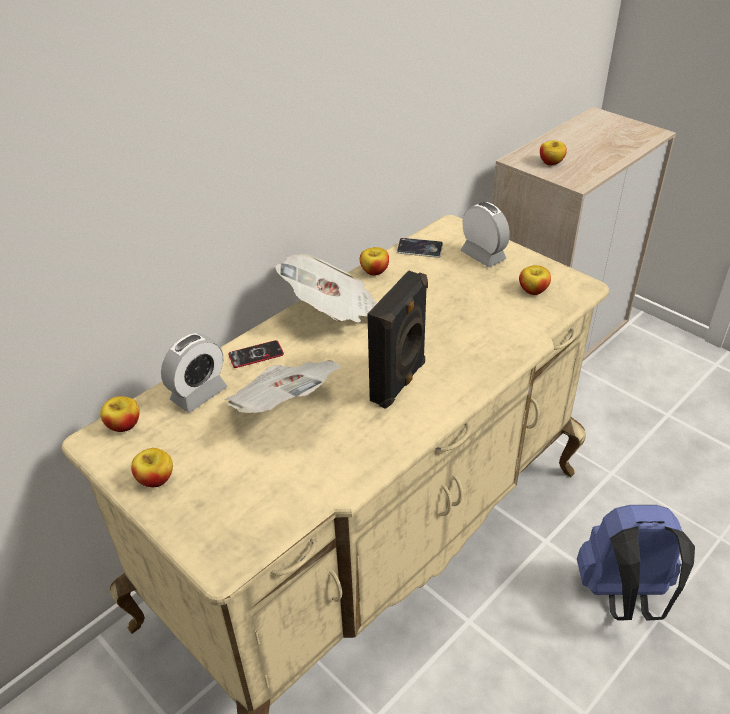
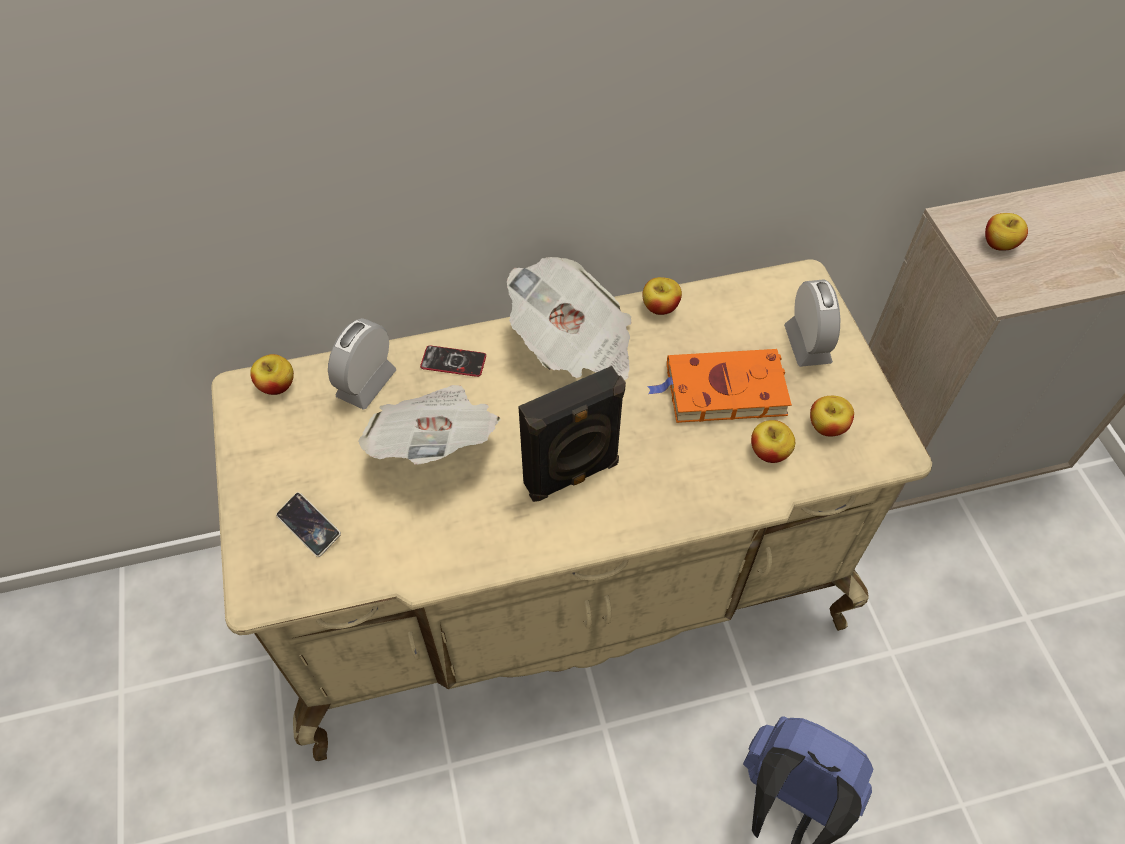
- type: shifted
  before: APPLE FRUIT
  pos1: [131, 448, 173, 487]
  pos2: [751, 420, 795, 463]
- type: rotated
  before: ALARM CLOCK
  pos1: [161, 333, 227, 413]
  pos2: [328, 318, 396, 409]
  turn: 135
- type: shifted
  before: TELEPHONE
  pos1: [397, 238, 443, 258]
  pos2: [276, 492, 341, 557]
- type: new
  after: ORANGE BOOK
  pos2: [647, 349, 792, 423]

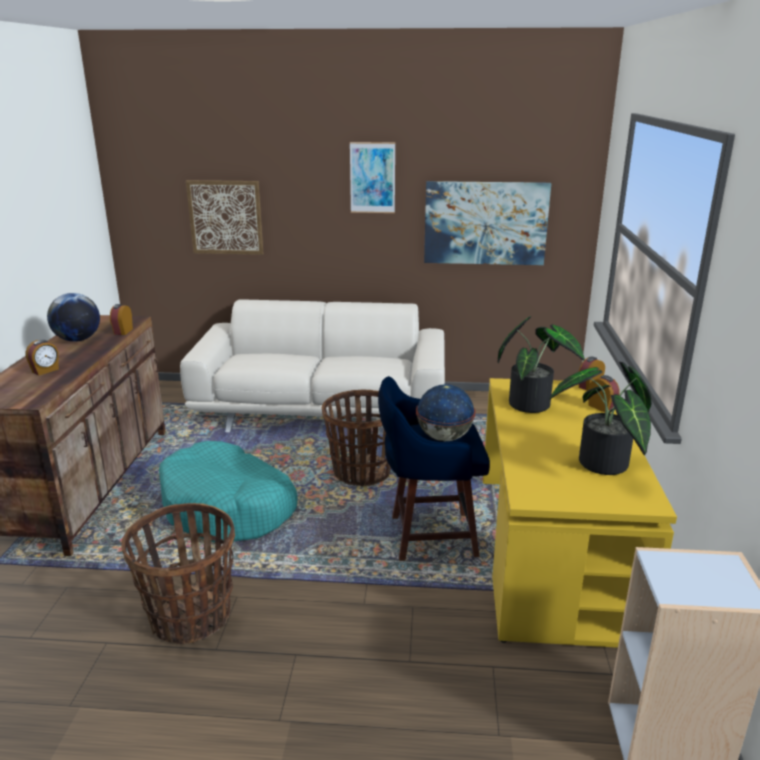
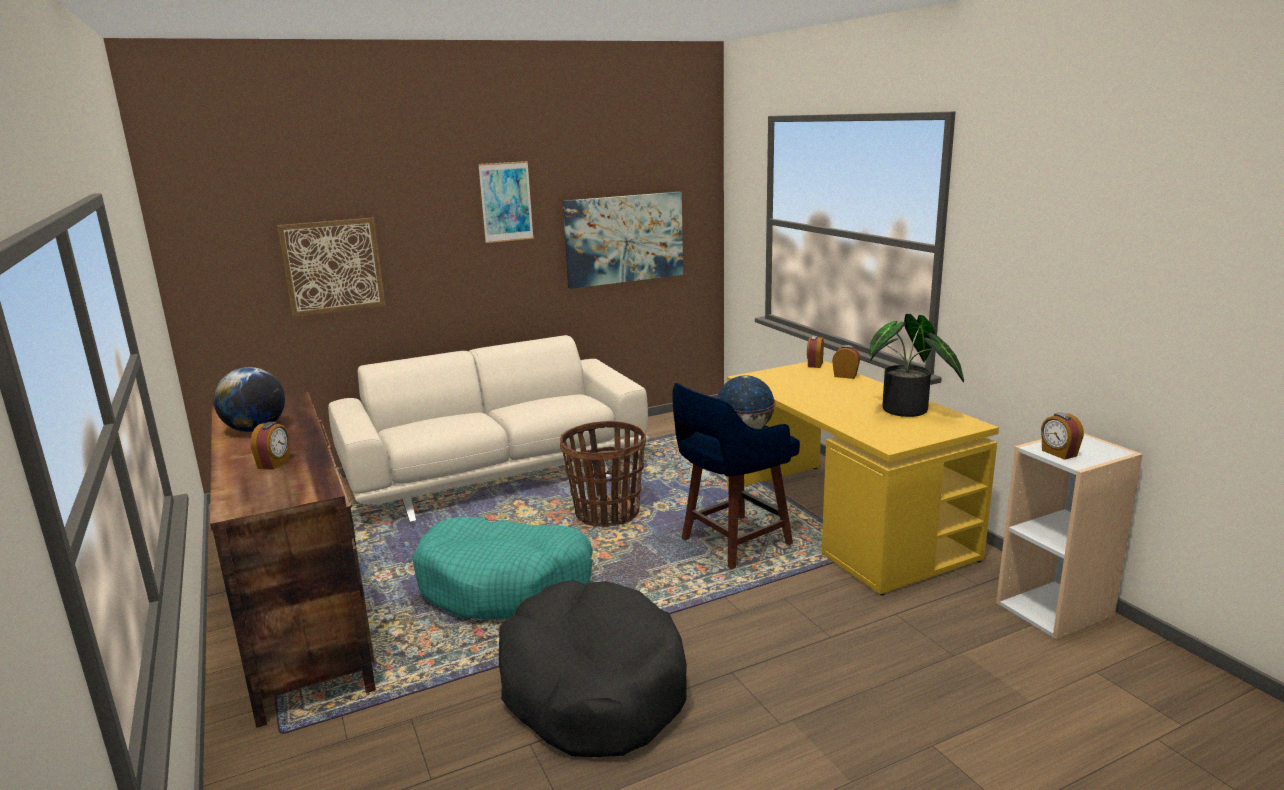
- type: shifted
  before: ALARM CLOCK
  pos1: [110, 304, 133, 335]
  pos2: [1041, 413, 1084, 460]
- type: swapped
  before: BASKET
  after: BLACKISH DOG CUSHION
  pos1: [121, 503, 235, 644]
  pos2: [499, 580, 687, 757]
- type: gone
  before: HOUSEPLANT
  pos1: [498, 316, 585, 413]

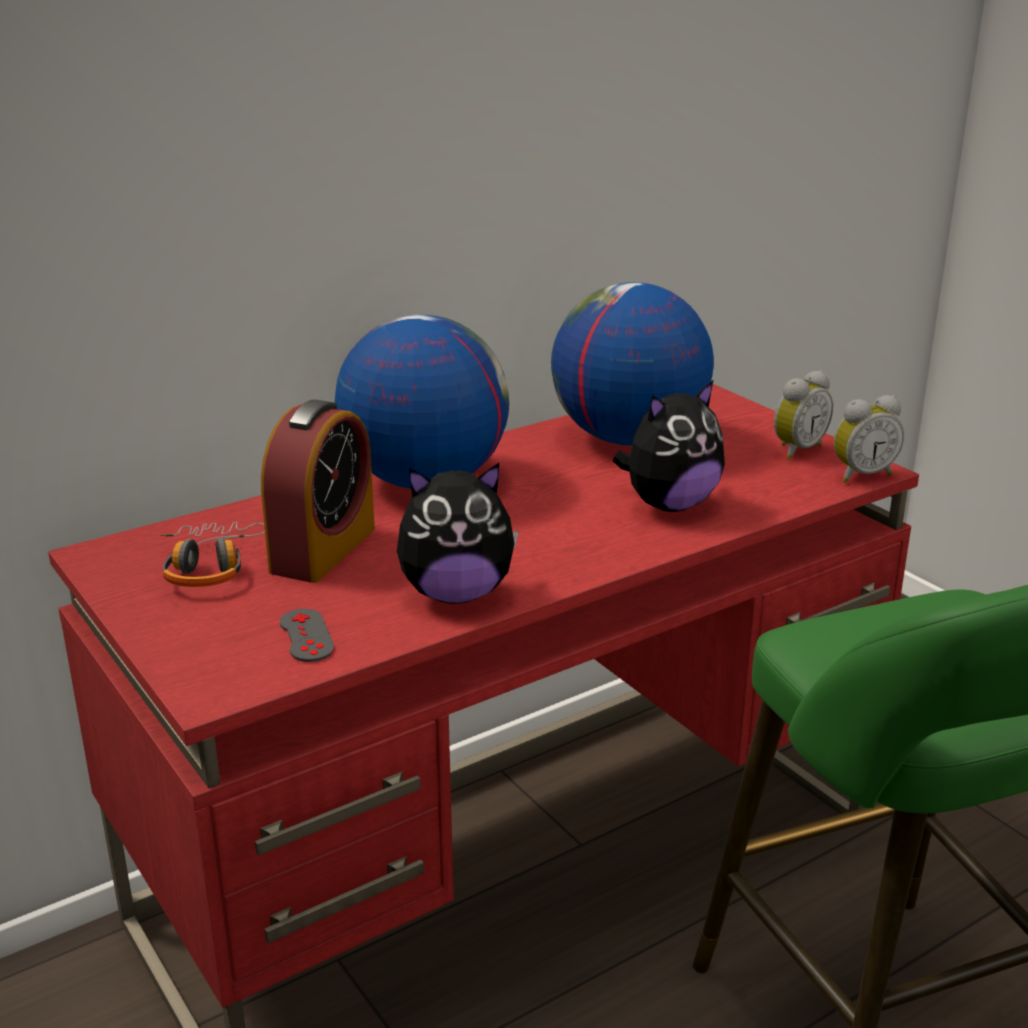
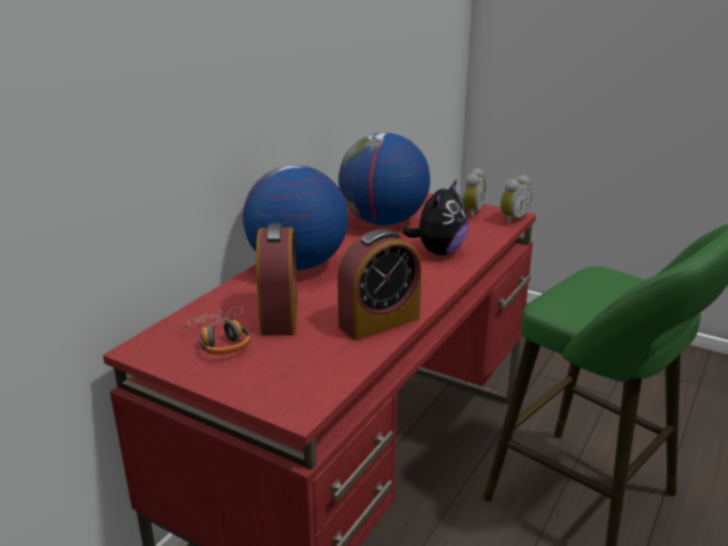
- type: gone
  before: GRAY GAME CONTROLLER
  pos1: [280, 609, 334, 662]
- type: swapped
  before: SOFT TOY
  after: ALARM CLOCK
  pos1: [397, 463, 519, 604]
  pos2: [337, 229, 422, 340]

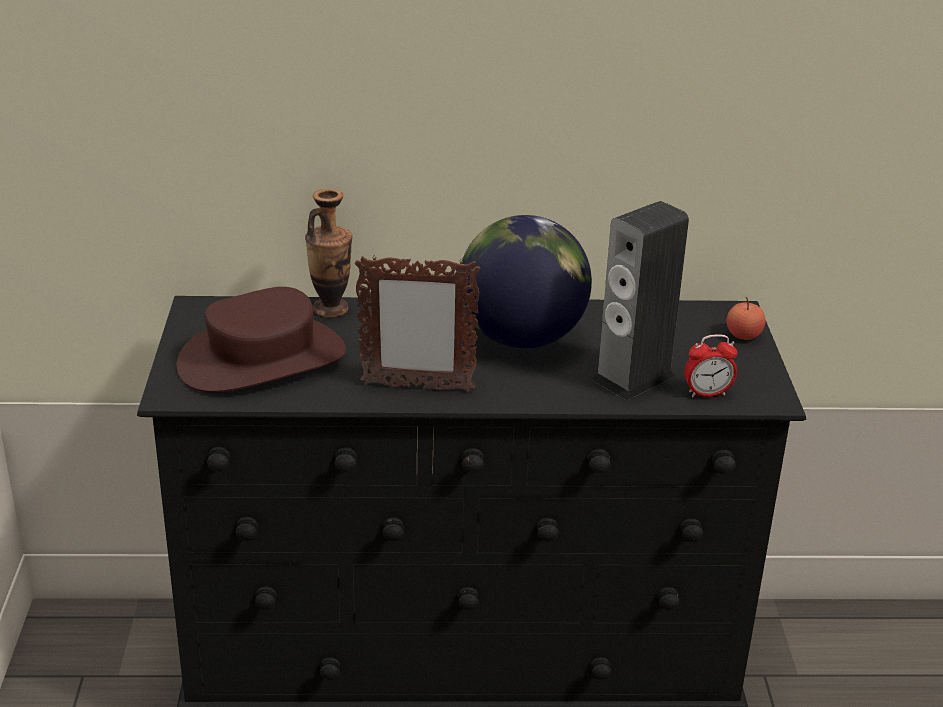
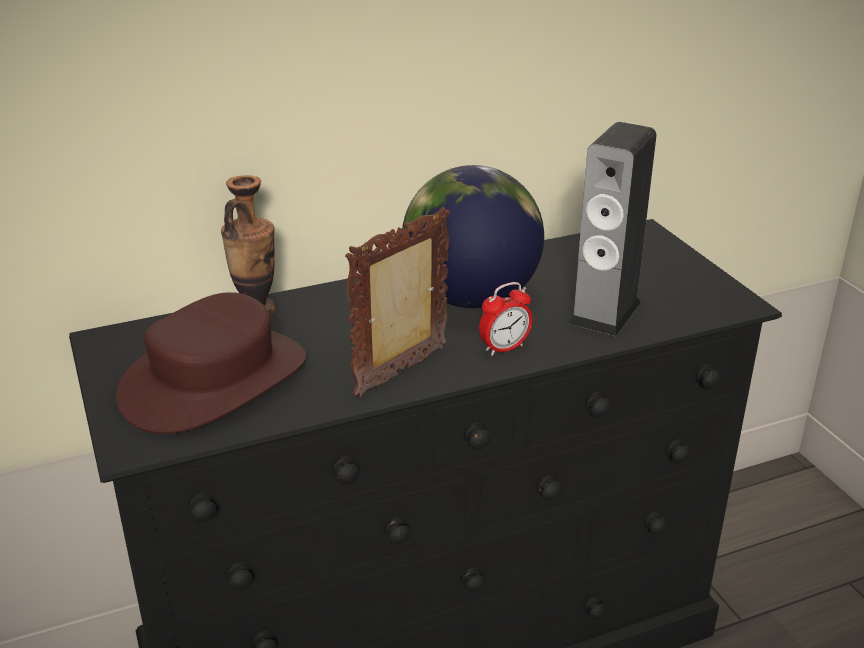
- type: rotated
  before: STANDING FRAME
  pos1: [355, 256, 480, 392]
  pos2: [345, 207, 450, 397]
  turn: 150
- type: shifted
  before: ALARM CLOCK
  pos1: [684, 334, 738, 398]
  pos2: [479, 282, 533, 356]
- type: gone
  before: APPLE FRUIT
  pos1: [727, 297, 766, 340]

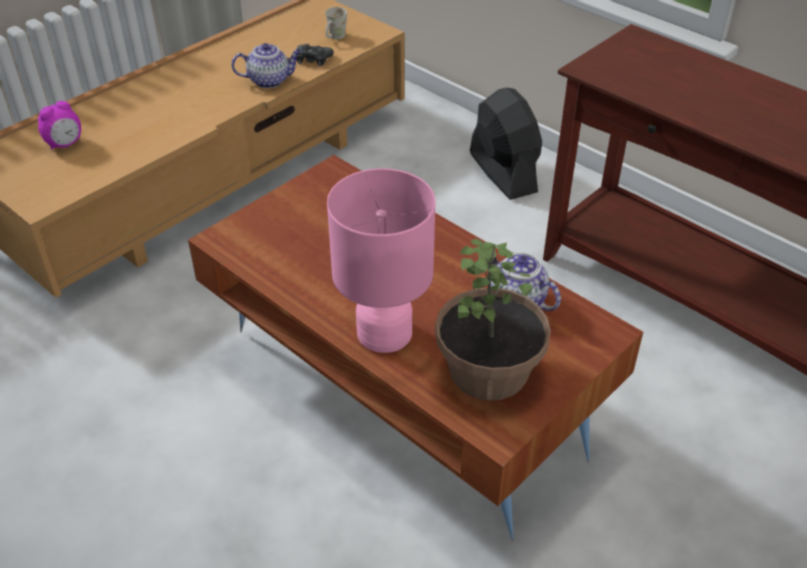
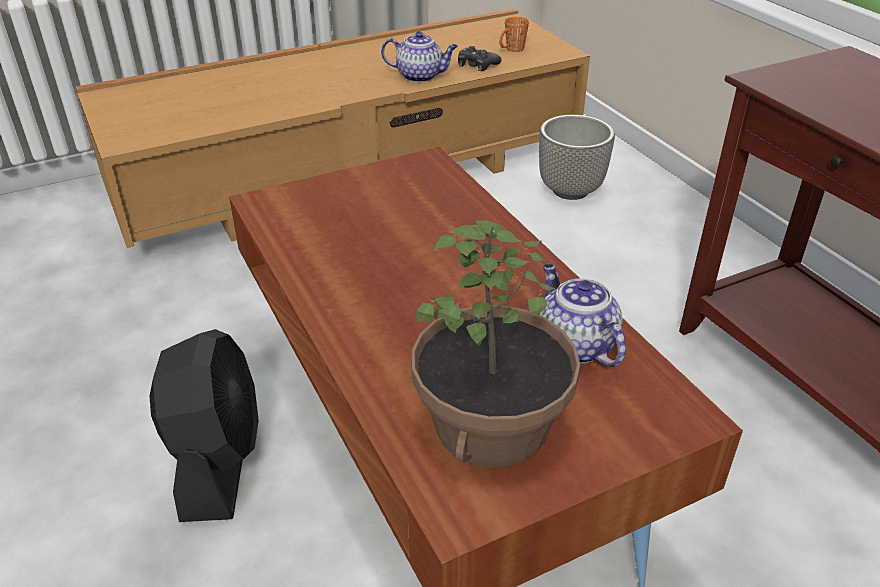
- type: gone
  before: ALARM CLOCK
  pos1: [38, 101, 81, 149]
- type: repainted
  before: WHITISH MUG
  after: ORANGE MUG
  pos1: [325, 7, 347, 39]
  pos2: [499, 17, 529, 52]
- type: gone
  before: PINKISH TABLE LAMP
  pos1: [327, 168, 435, 353]
- type: shifted
  before: BLACKISH COOLING FAN
  pos1: [470, 87, 542, 200]
  pos2: [149, 329, 259, 522]
- type: new
  after: PLANT POT
  pos2: [539, 114, 615, 200]

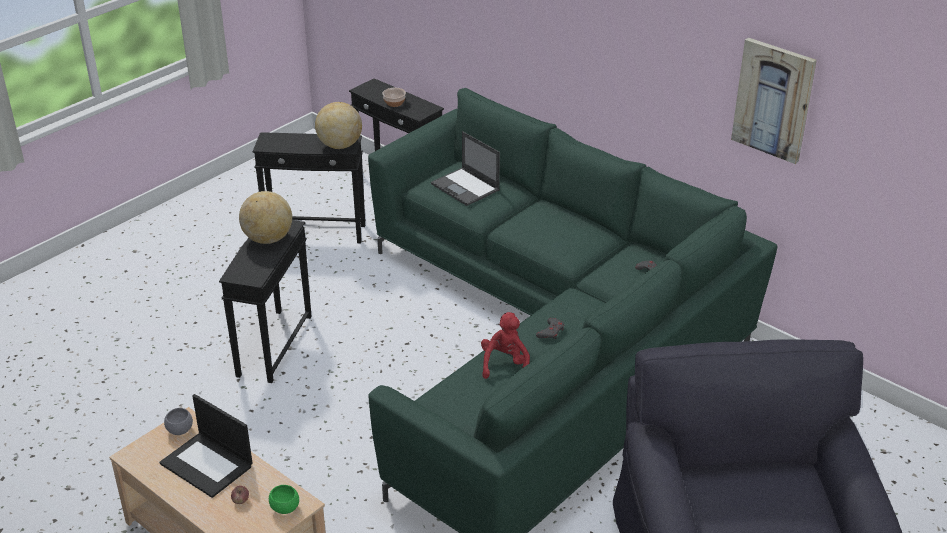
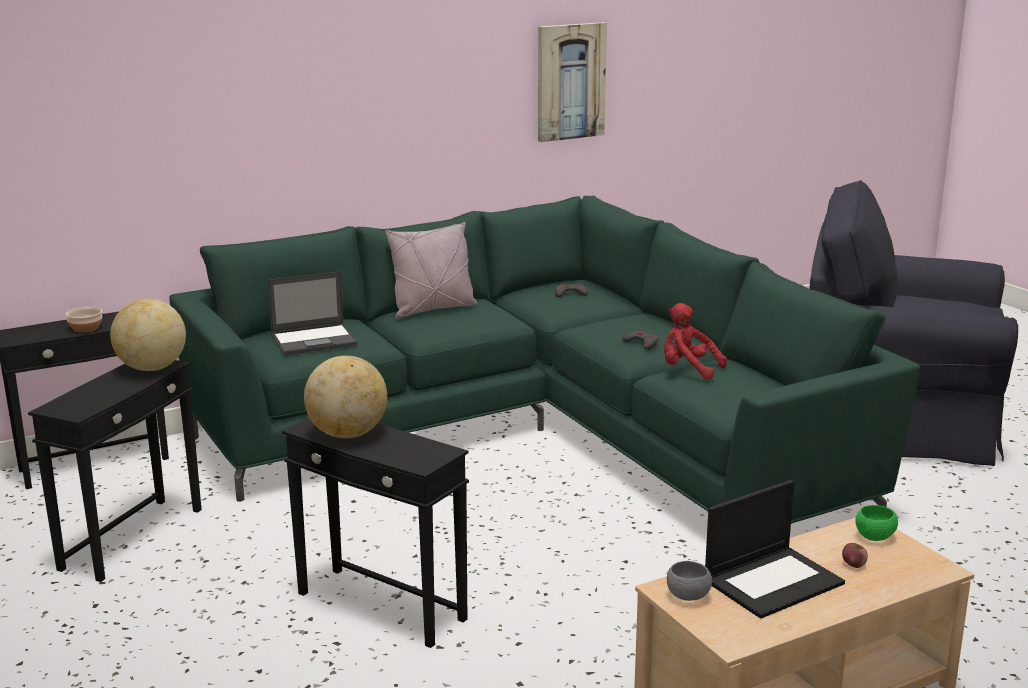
- type: new
  after: PURPLISH THROW PILLOW
  pos2: [385, 222, 478, 319]

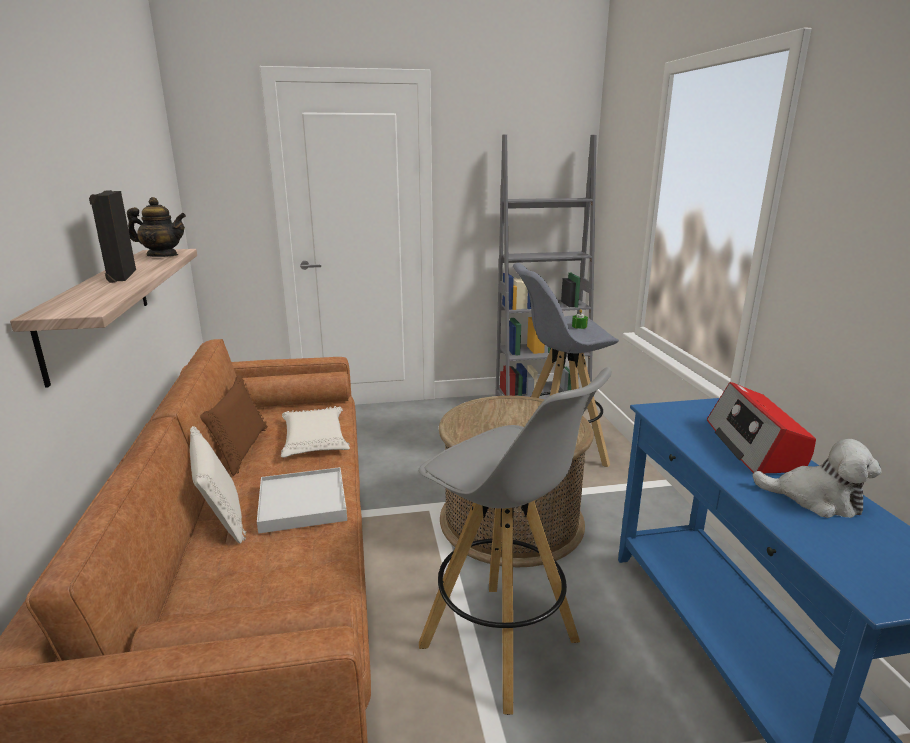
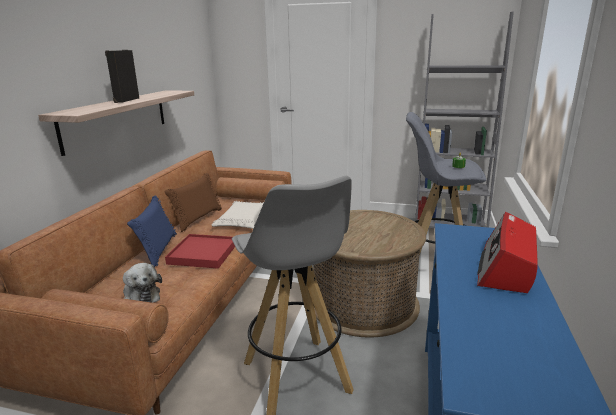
- type: gone
  before: TEAPOT
  pos1: [127, 197, 186, 257]
- type: repainted
  before: WHITISH THROW PILLOW
  after: BLUE-COLOURED THROW PILLOW
  pos1: [190, 426, 246, 544]
  pos2: [127, 195, 176, 267]
- type: repainted
  before: WHITISH TRAY
  after: RED TRAY
  pos1: [257, 467, 347, 534]
  pos2: [165, 234, 235, 269]
- type: shifted
  before: SOFT TOY
  pos1: [752, 439, 882, 518]
  pos2: [123, 263, 162, 303]

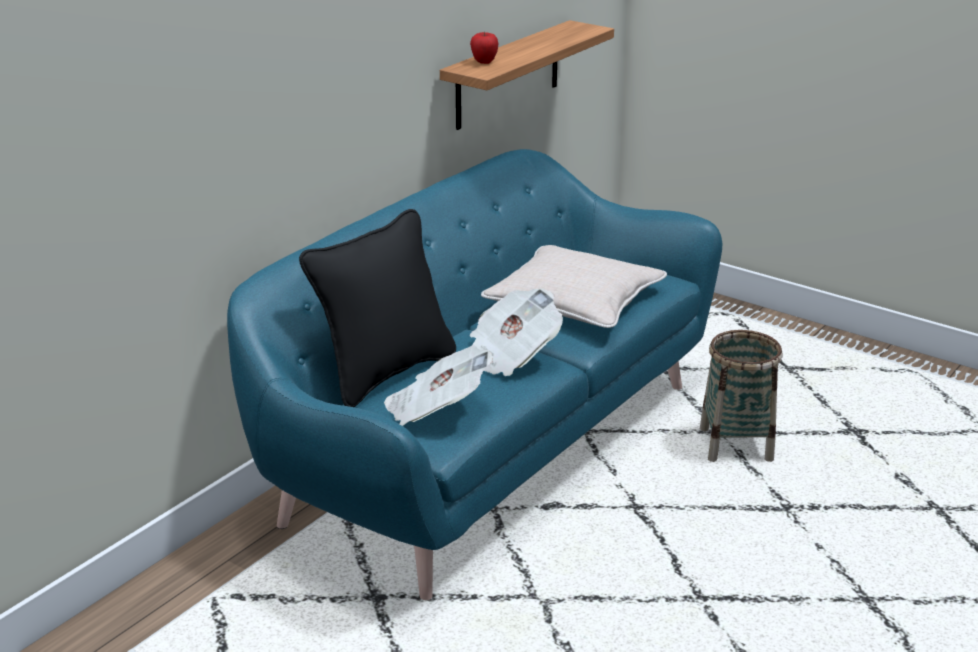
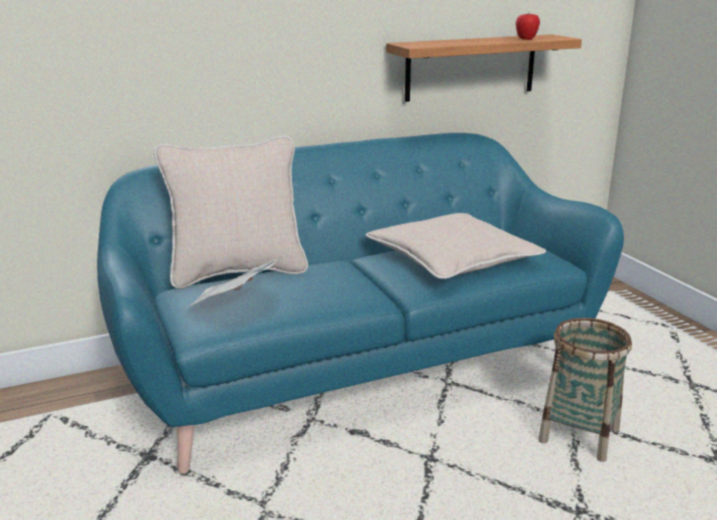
- type: repainted
  before: BLACKISH THROW PILLOW
  after: SAND-COLOURED THROW PILLOW
  pos1: [299, 209, 456, 407]
  pos2: [154, 135, 308, 289]
- type: shifted
  before: APPLE FRUIT
  pos1: [470, 32, 499, 64]
  pos2: [516, 13, 540, 40]
- type: gone
  before: NEWSPAPER
  pos1: [470, 288, 563, 376]

